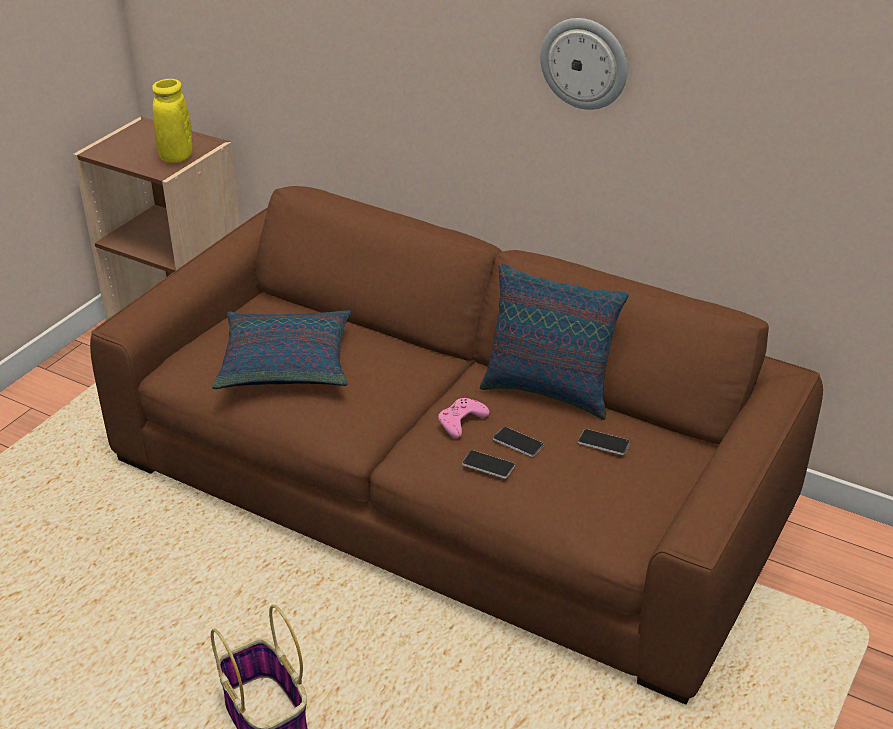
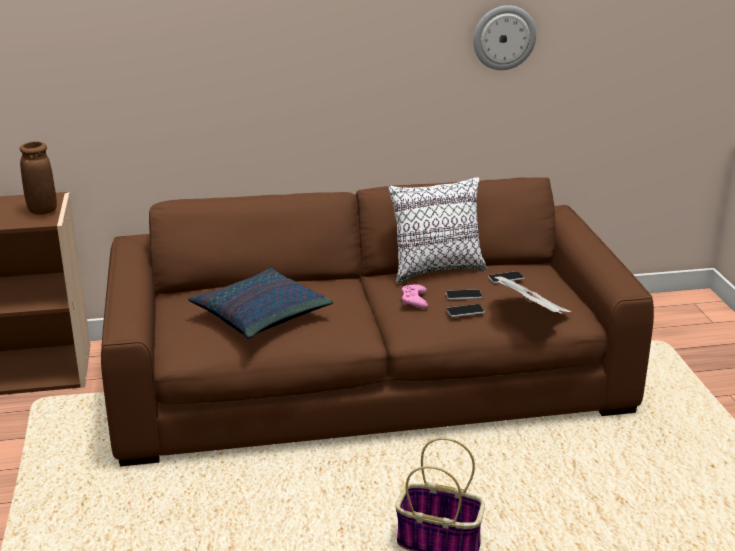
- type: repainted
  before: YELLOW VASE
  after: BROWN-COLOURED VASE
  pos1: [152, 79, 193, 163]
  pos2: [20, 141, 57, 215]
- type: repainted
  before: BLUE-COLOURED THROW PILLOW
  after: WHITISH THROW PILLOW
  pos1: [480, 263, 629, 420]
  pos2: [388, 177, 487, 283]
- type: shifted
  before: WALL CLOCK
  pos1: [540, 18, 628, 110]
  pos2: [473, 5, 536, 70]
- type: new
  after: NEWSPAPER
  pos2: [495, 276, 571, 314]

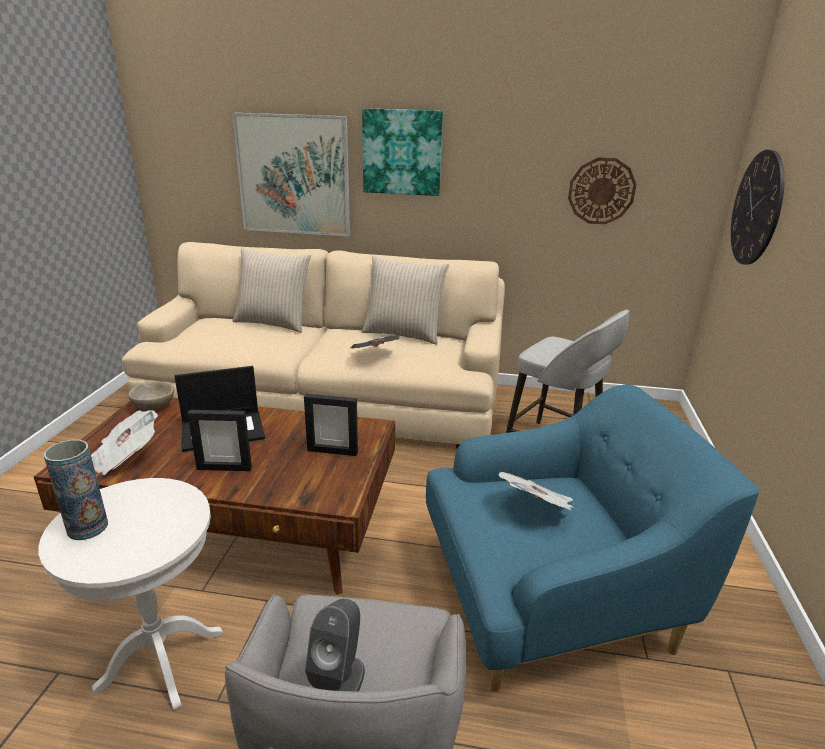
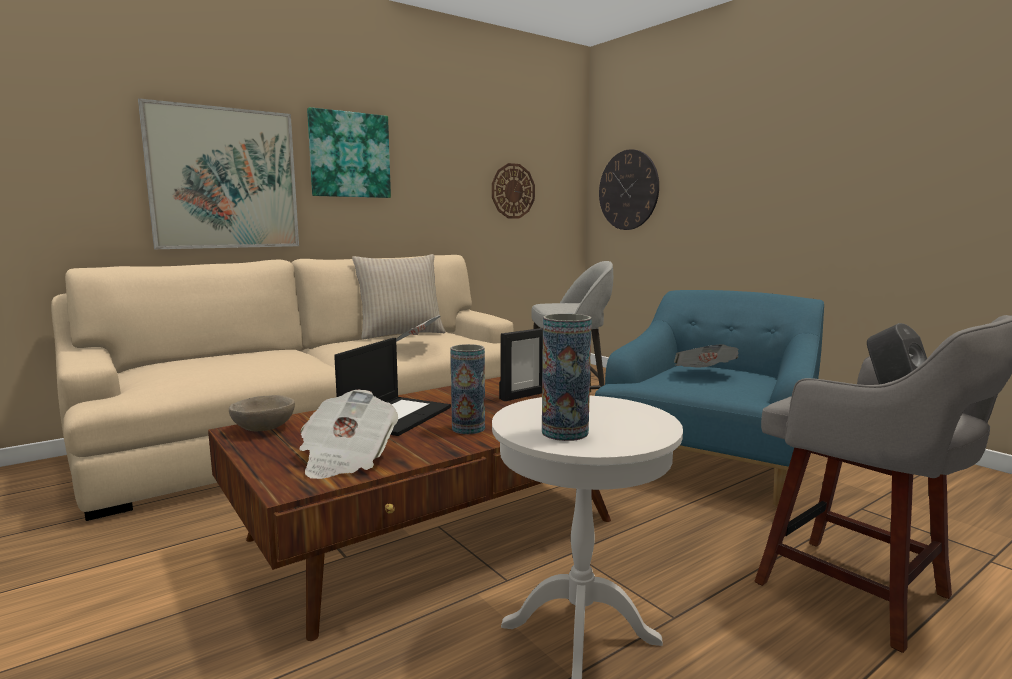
- type: swapped
  before: STANDING FRAME
  after: VASE
  pos1: [187, 410, 252, 471]
  pos2: [451, 344, 485, 434]
- type: gone
  before: SAND-COLOURED THROW PILLOW
  pos1: [233, 247, 311, 333]

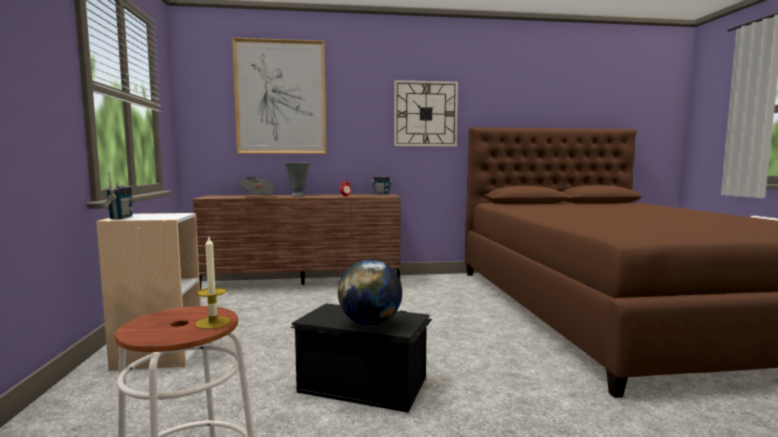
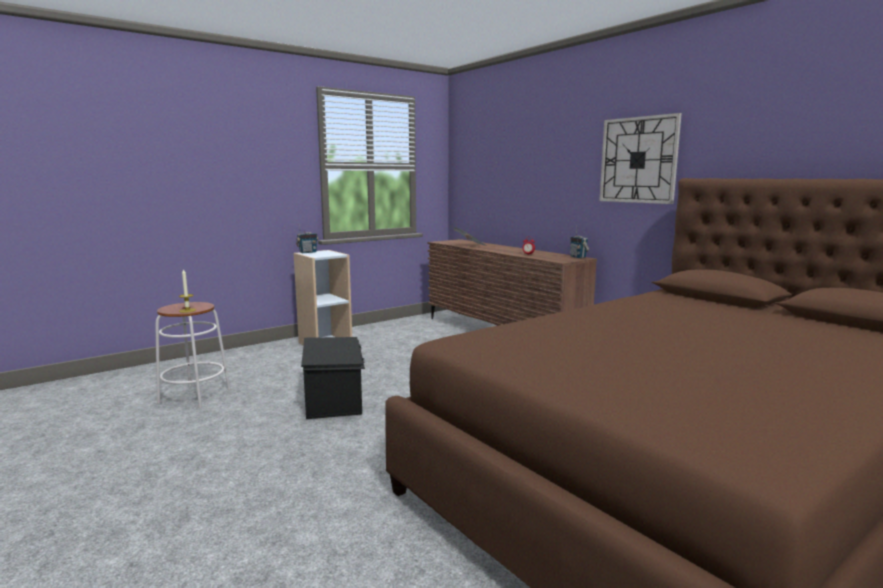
- type: gone
  before: WALL ART
  pos1: [232, 38, 326, 154]
- type: gone
  before: GRAY VASE
  pos1: [285, 162, 310, 197]
- type: gone
  before: WORLD GLOBE
  pos1: [338, 260, 402, 325]

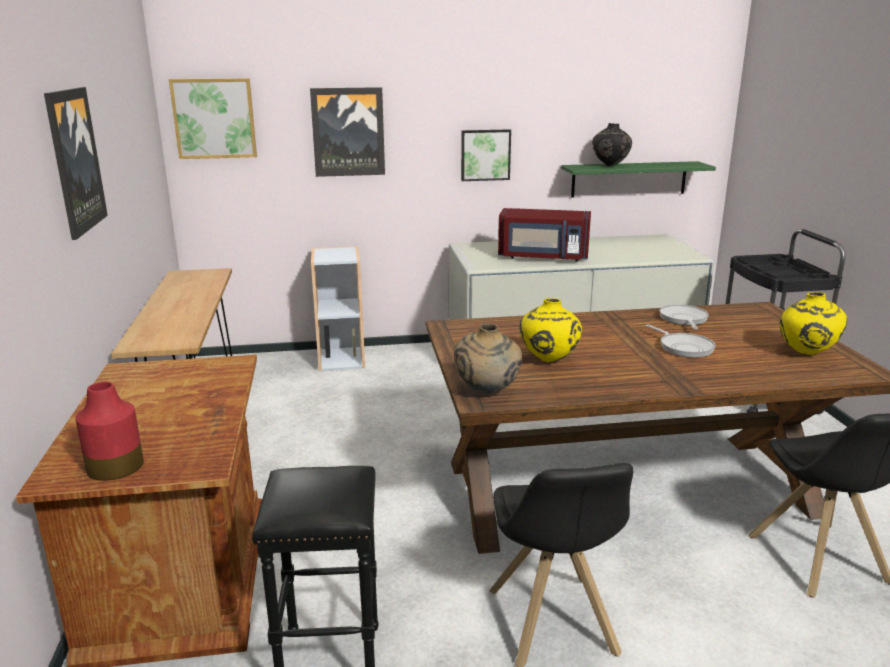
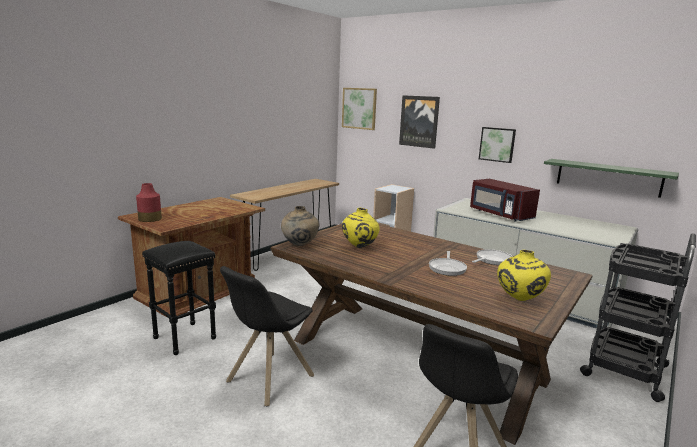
- type: gone
  before: WALL ART
  pos1: [44, 87, 108, 240]
- type: gone
  before: BLACKISH VASE
  pos1: [592, 123, 632, 166]

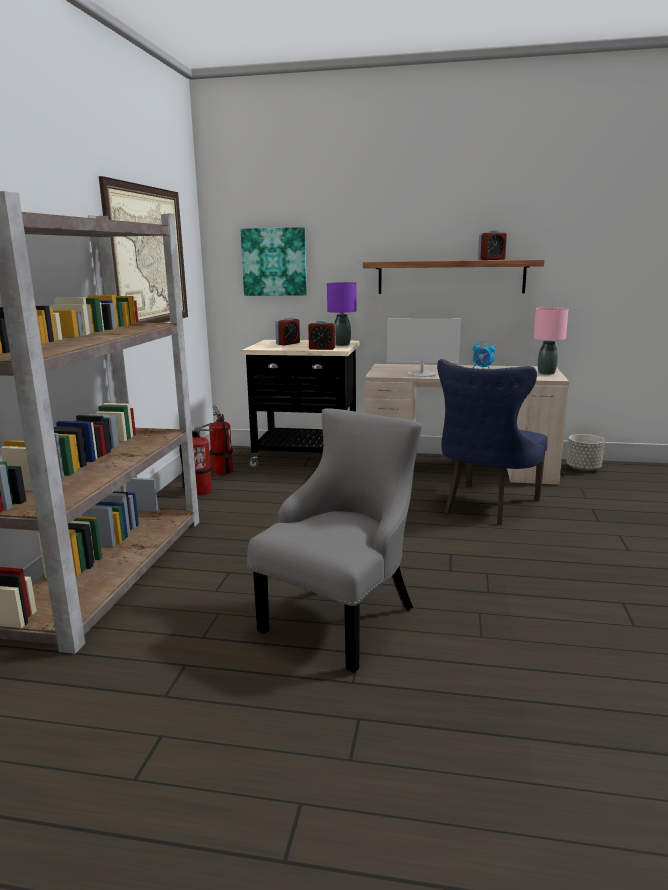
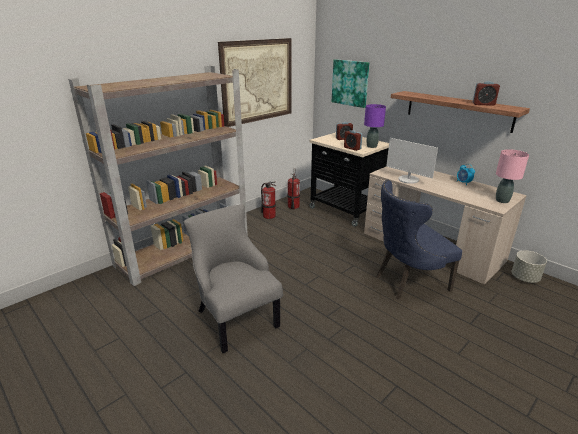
- type: rotated
  before: GRAY PLAIN CHAIR
  pos1: [247, 408, 422, 673]
  pos2: [184, 205, 283, 353]
  turn: -105

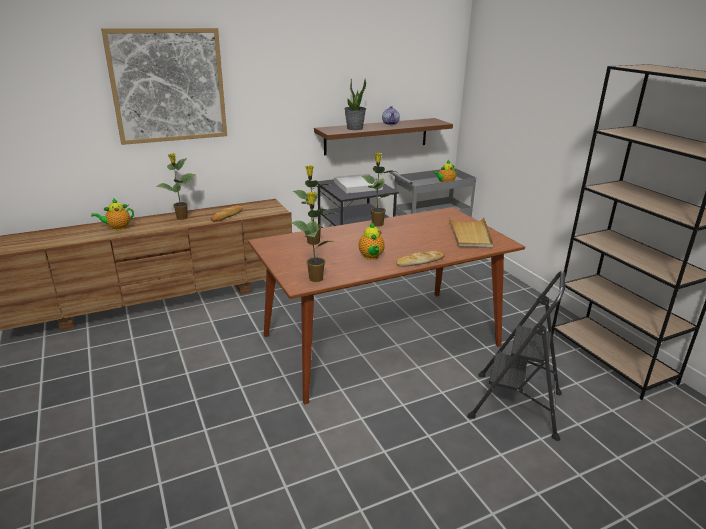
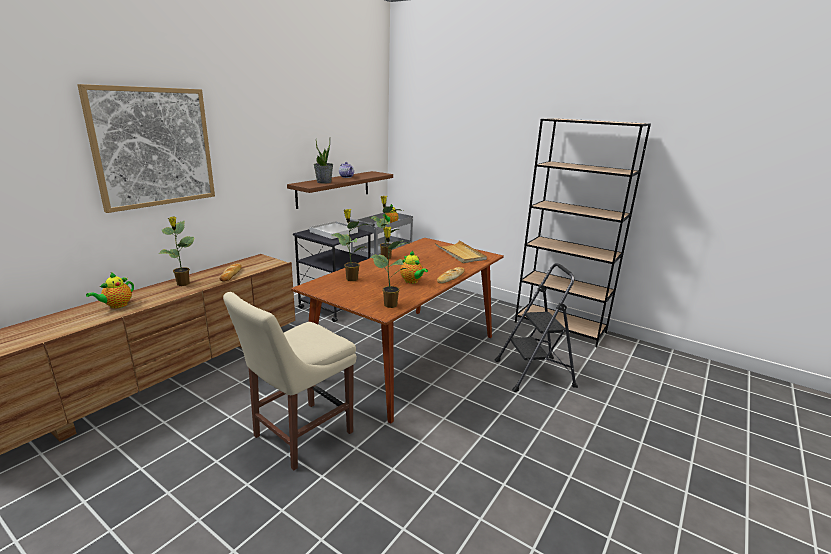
- type: new
  after: SAND-COLOURED PLAIN CHAIR
  pos2: [223, 292, 357, 470]

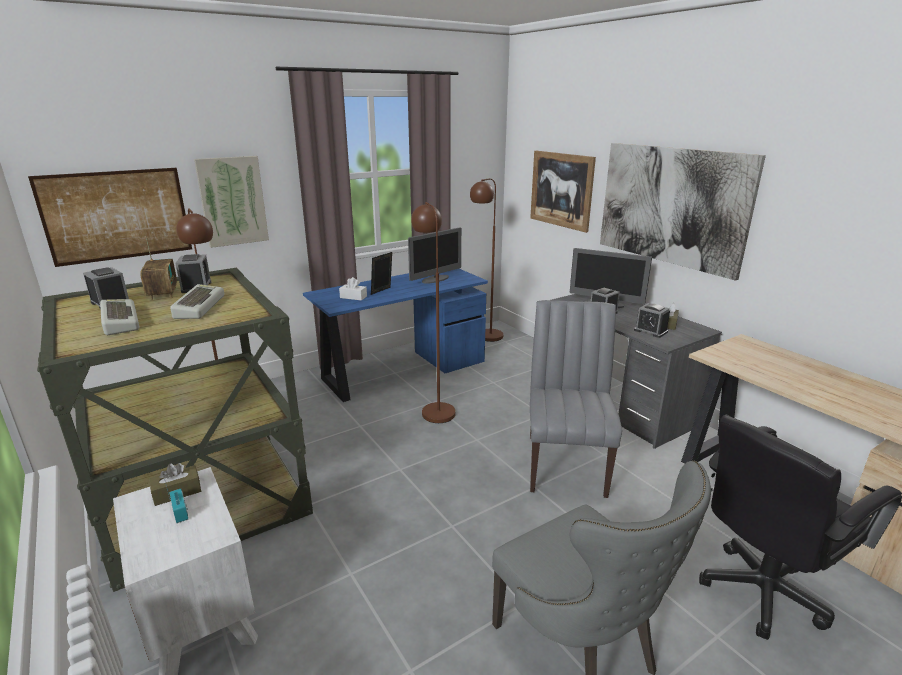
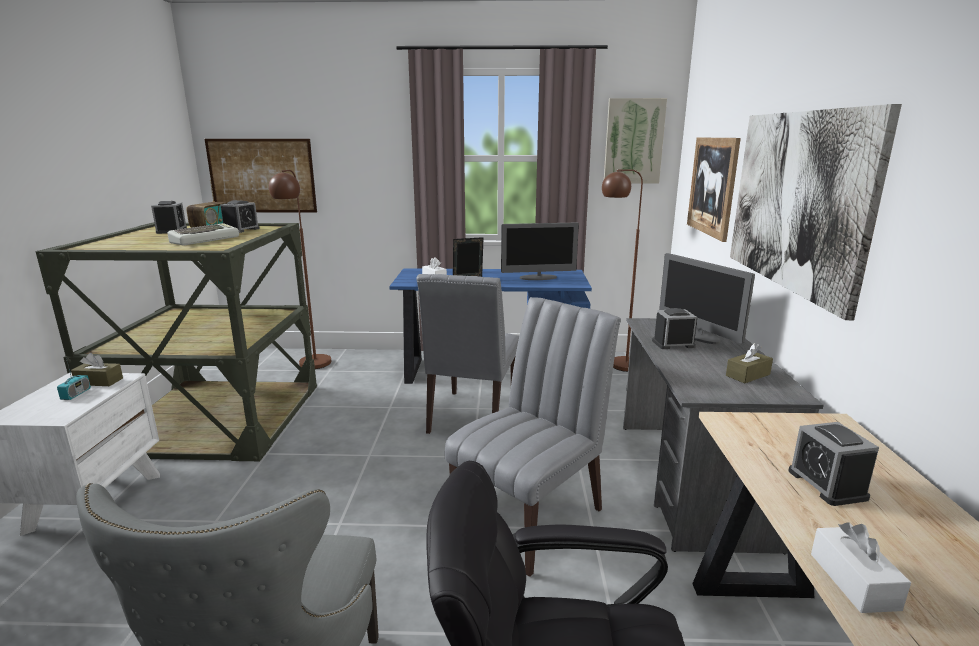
- type: gone
  before: PC KEYBOARD
  pos1: [100, 299, 139, 335]
- type: shifted
  before: WALL ART
  pos1: [194, 156, 269, 248]
  pos2: [604, 98, 667, 184]
- type: swapped
  before: BROWN-COLOURED STANDARD LAMP
  after: GRAY PLAIN CHAIR
  pos1: [411, 202, 456, 423]
  pos2: [416, 274, 519, 434]
- type: shifted
  before: ALARM CLOCK
  pos1: [634, 303, 670, 338]
  pos2: [788, 422, 879, 506]
- type: new
  after: WHITISH BOX OF TISSUES
  pos2: [811, 523, 911, 613]

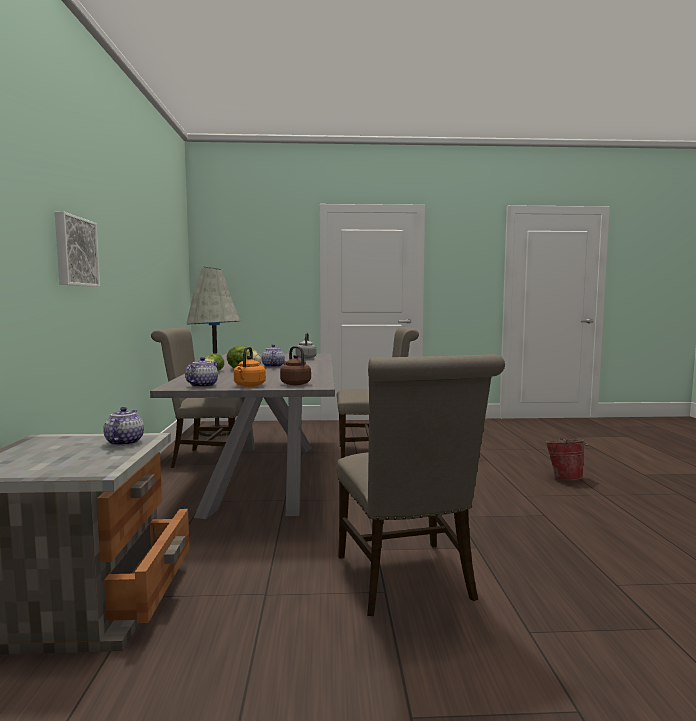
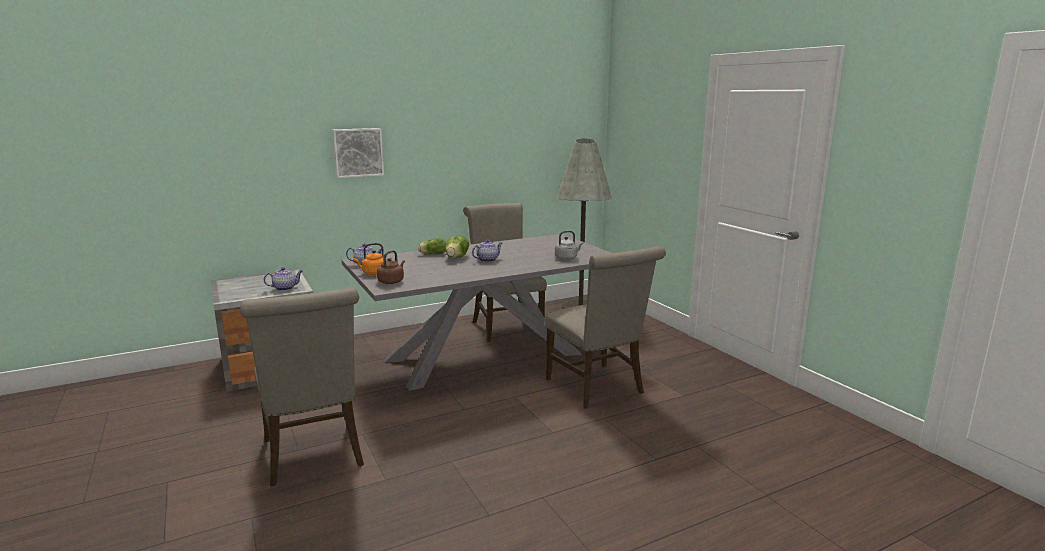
- type: rotated
  before: SAND-COLOURED PLAIN CHAIR
  pos1: [336, 354, 505, 616]
  pos2: [240, 287, 364, 486]
  turn: -75
- type: gone
  before: PAIL
  pos1: [545, 437, 588, 480]

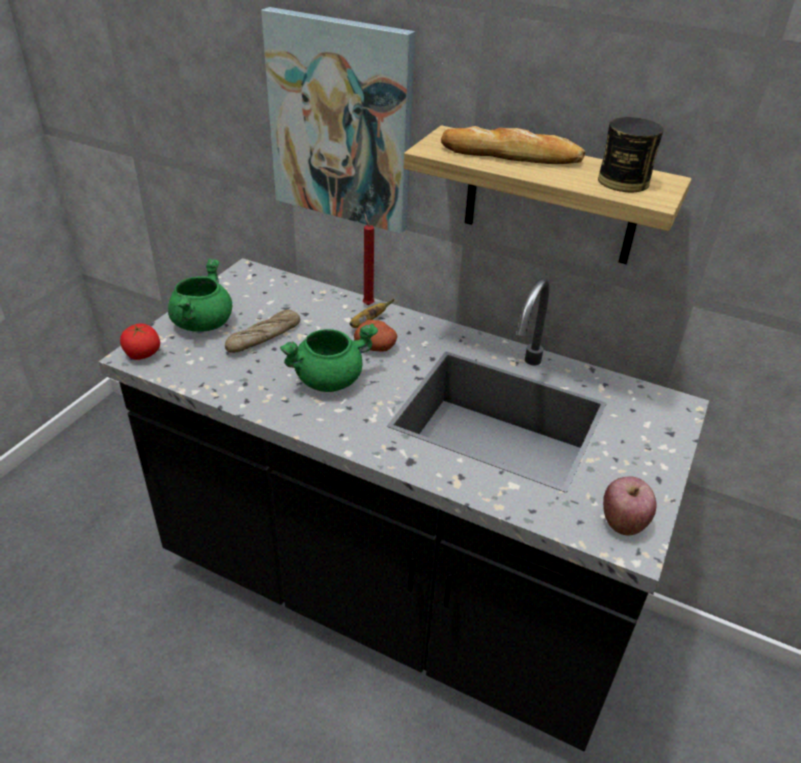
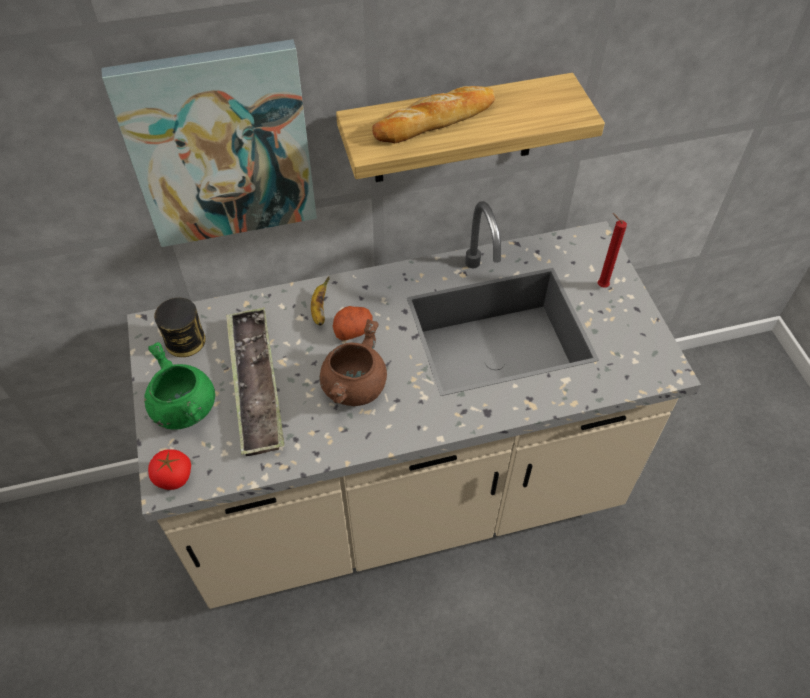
- type: repainted
  before: BLACKISH KITCHEN BASE UNIT
  after: SAND-COLOURED KITCHEN BASE UNIT
  pos1: [99, 258, 709, 751]
  pos2: [127, 201, 701, 609]
- type: swapped
  before: BREAD
  after: TRAY
  pos1: [225, 309, 300, 353]
  pos2: [226, 307, 285, 456]
- type: repainted
  before: GREENISH COOKING POT
  after: BROWN-COLOURED COOKING POT
  pos1: [280, 324, 378, 392]
  pos2: [319, 319, 387, 406]
- type: shifted
  before: RED WAX LIGHT
  pos1: [363, 213, 375, 305]
  pos2: [598, 213, 627, 288]
- type: shifted
  before: CAN
  pos1: [598, 117, 663, 192]
  pos2: [154, 298, 206, 357]
- type: gone
  before: APPLE FRUIT
  pos1: [603, 476, 657, 535]

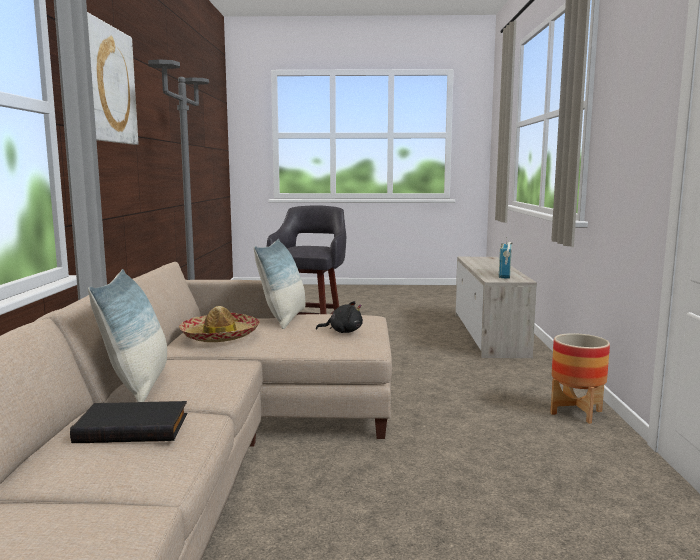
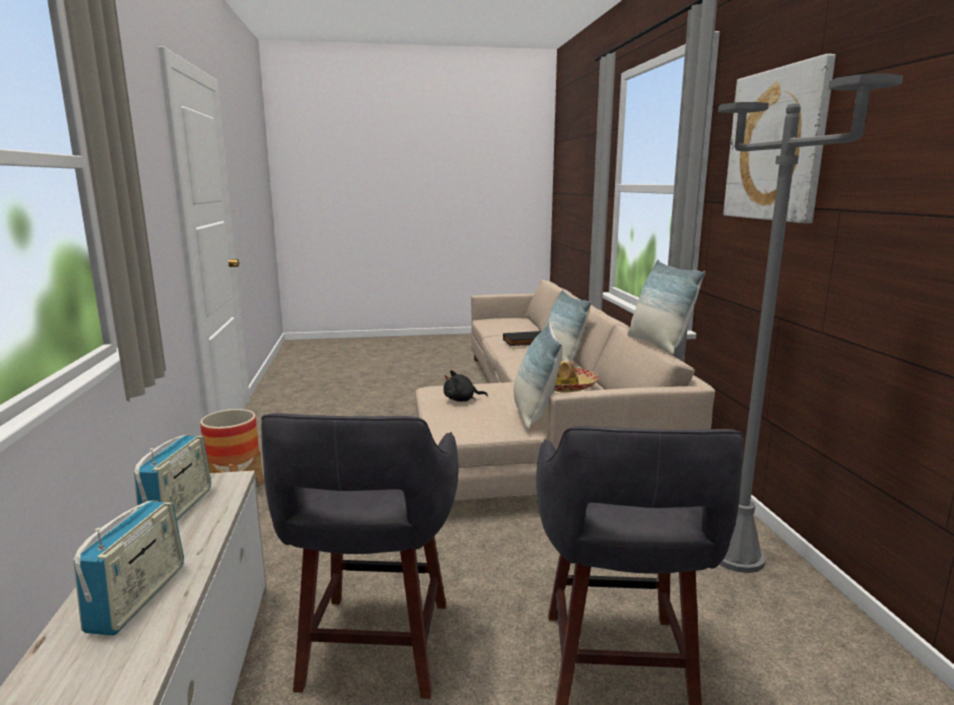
- type: new
  after: RADIO RECEIVER
  pos2: [73, 500, 184, 636]
- type: new
  after: GRAY STOOL SEAT
  pos2: [261, 413, 459, 699]
- type: new
  after: THROW PILLOW
  pos2: [627, 259, 706, 355]

